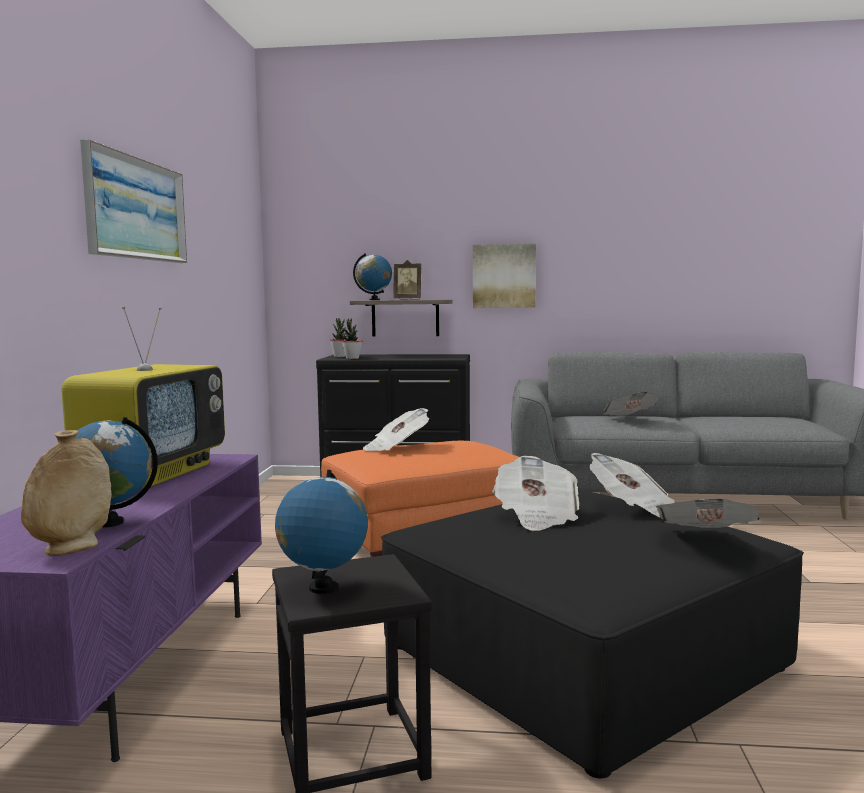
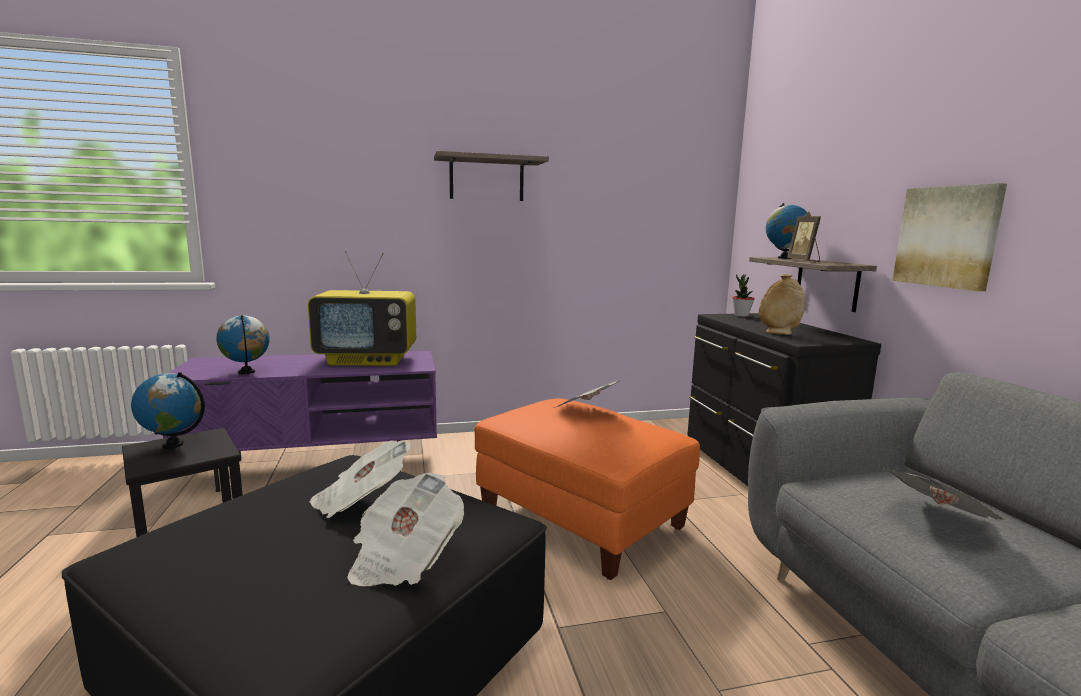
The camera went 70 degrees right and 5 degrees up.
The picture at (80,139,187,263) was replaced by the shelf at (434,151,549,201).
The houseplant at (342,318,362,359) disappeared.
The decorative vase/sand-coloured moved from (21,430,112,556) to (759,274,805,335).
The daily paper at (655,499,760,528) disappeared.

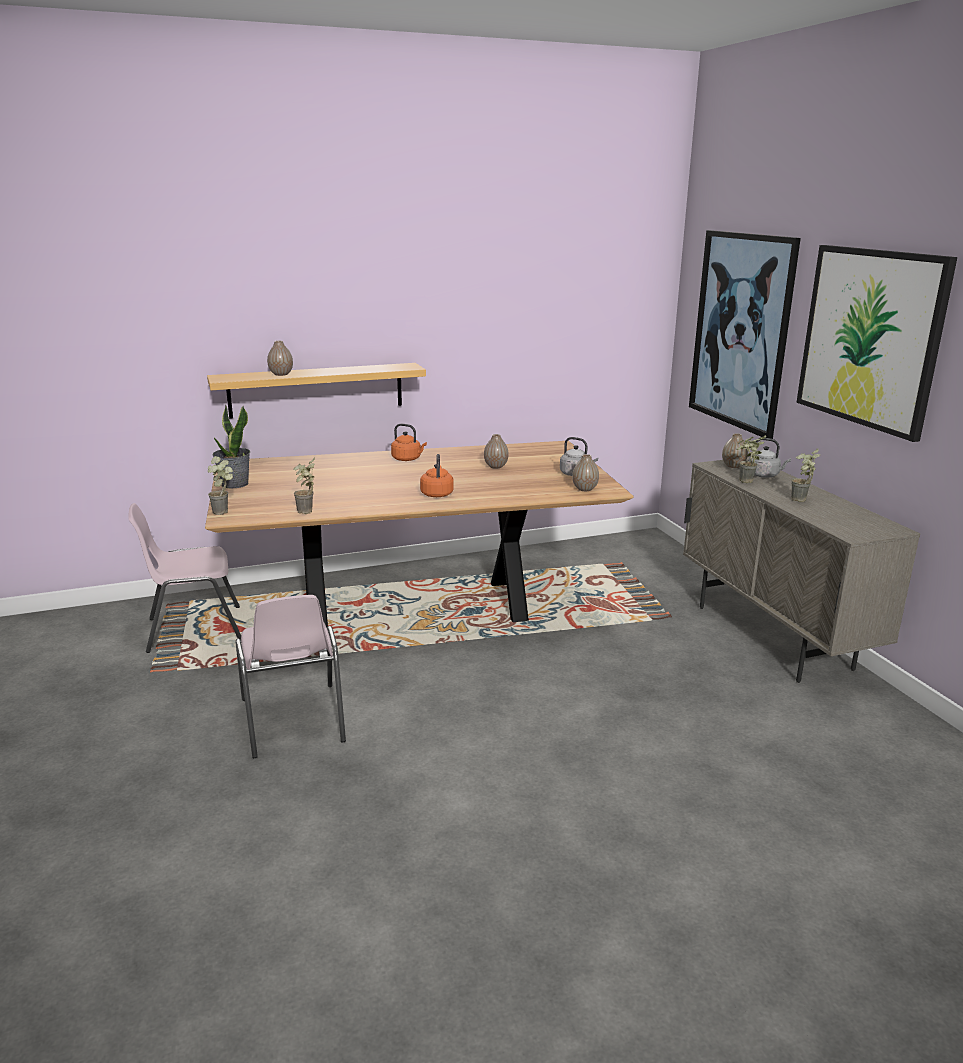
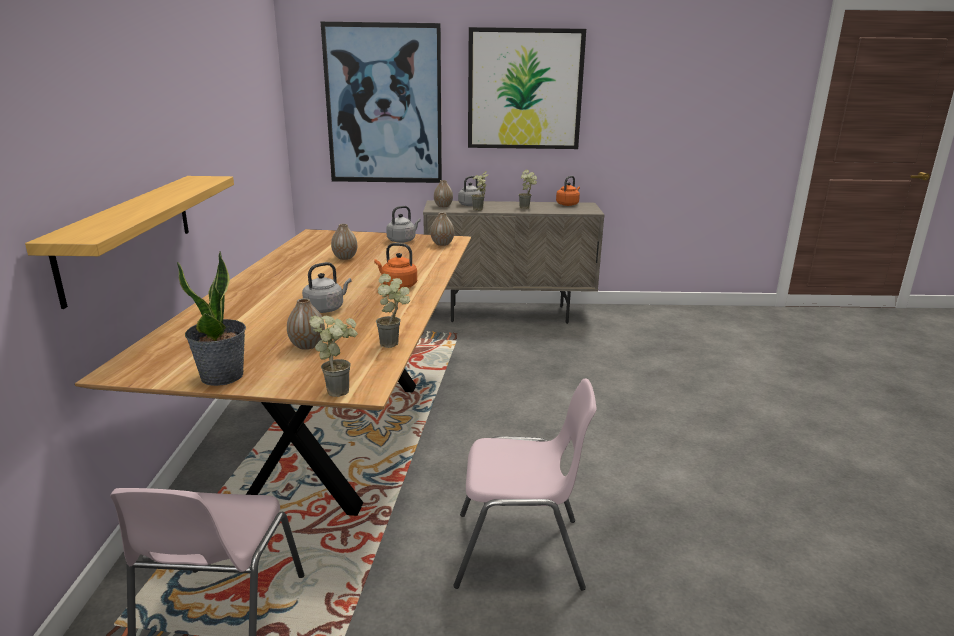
The camera went 70 degrees left and 0 degrees up.
The decorative vase moved from (267,341,293,376) to (287,298,325,350).
The tea kettle/orange-coloured moved from (391,424,427,461) to (556,176,580,206).
The tea kettle/gray at (302,262,351,313) appeared.

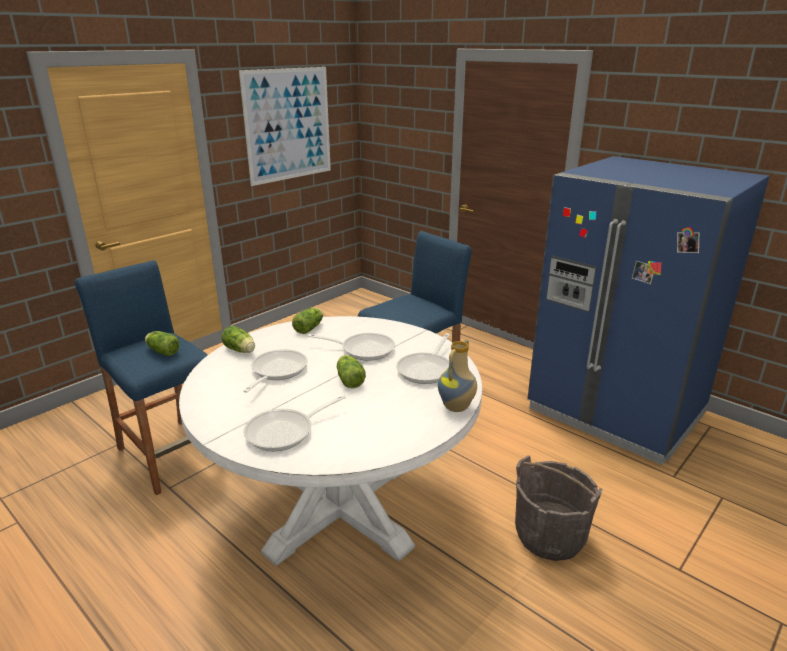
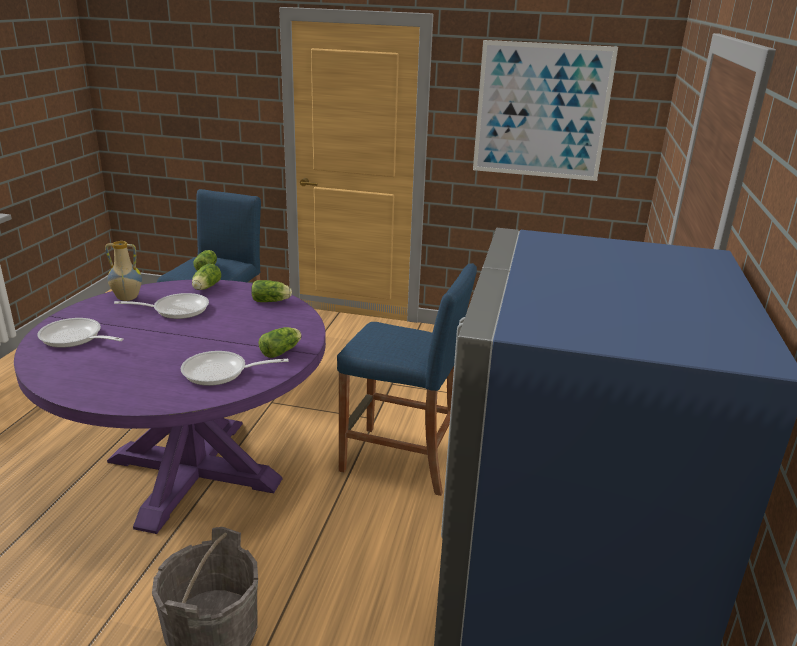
The camera went 60 degrees right and 0 degrees up.
The dining table/whitish at (179,316,482,566) became the dining table/purplish at (14,280,326,534).
The pan at (308,333,395,361) disappeared.
The decorative vase moved from (438,340,477,412) to (105,241,142,301).
The head of lettuce moved from (337,355,366,388) to (258,327,301,358).

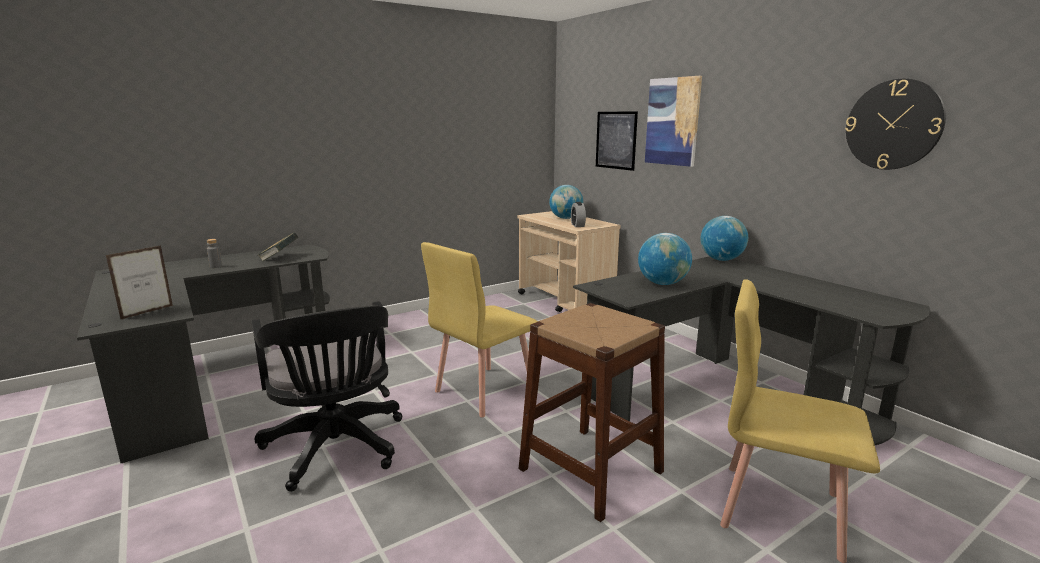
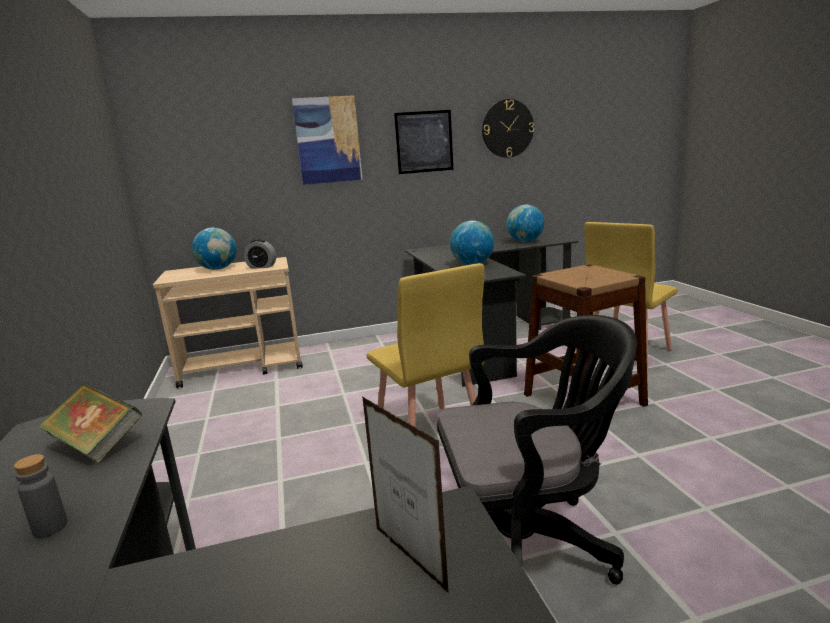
The camera went 70 degrees left and 0 degrees up.
The picture moved from (596,111,638,171) to (394,110,453,174).
The desk globe moved from (700,216,748,261) to (507,205,544,242).

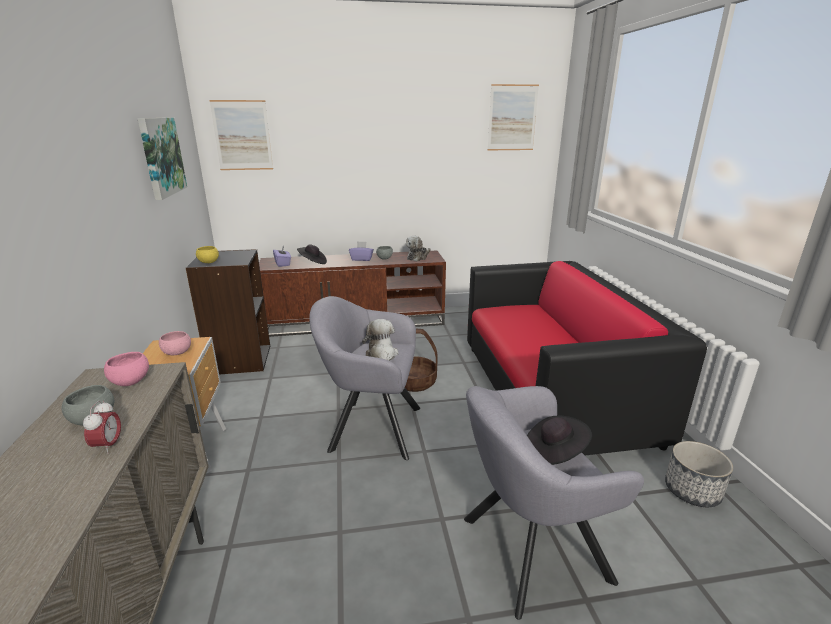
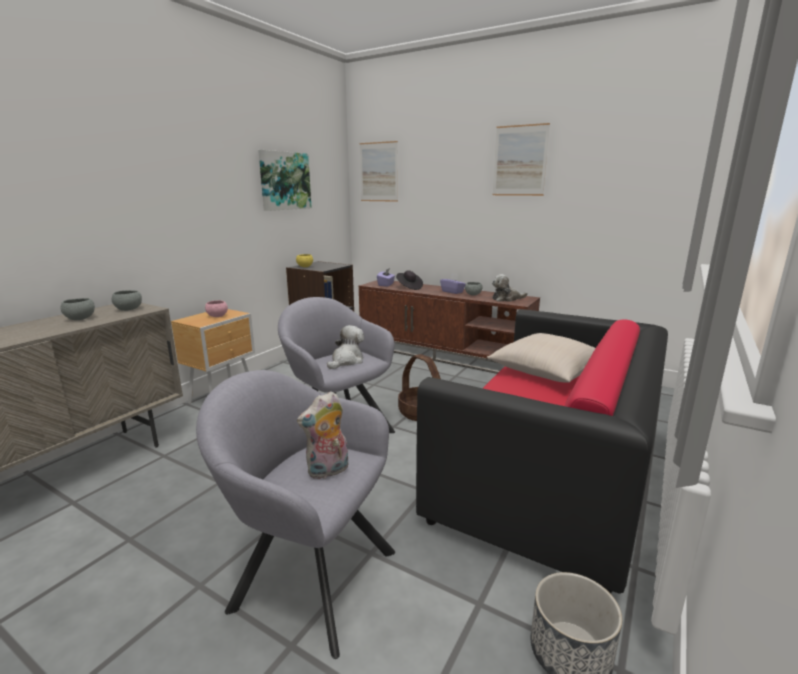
The camera went 40 degrees right and 5 degrees down.
The picture moved from (487,84,539,150) to (493,123,550,196).
The bowl/pink-coloured at (104,352,149,386) became the bowl/gray at (112,290,142,311).
The table clock at (83,401,121,454) disappeared.
The hat/black at (527,416,592,465) was replaced by the plush toy at (297,391,348,479).
The cushion/sand-coloured at (487,333,595,383) appeared.

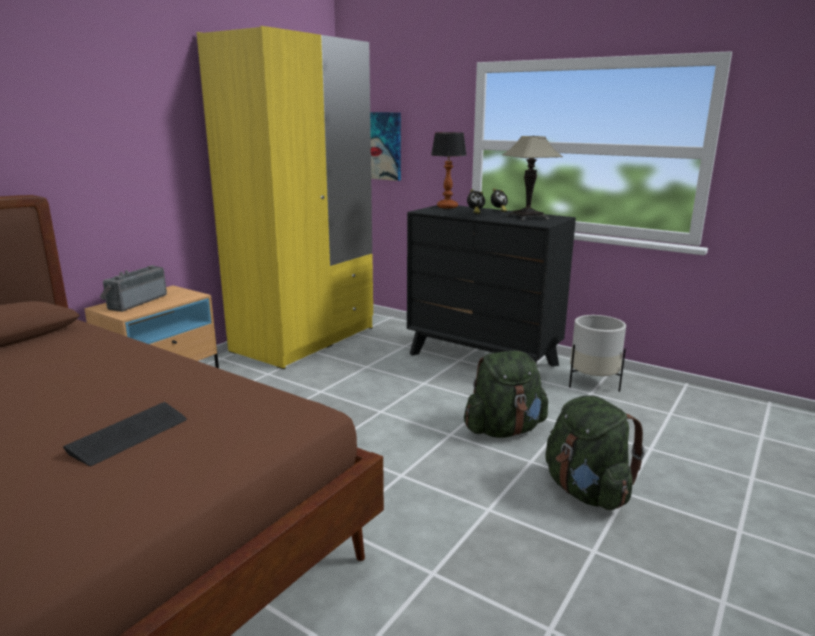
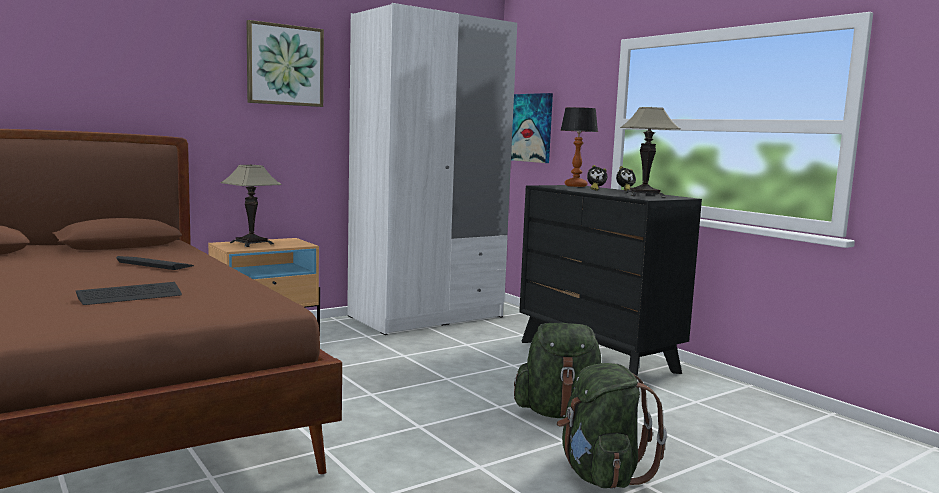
The camera went 20 degrees right and 10 degrees down.
The clothes cupboard/yellowish at (196,26,373,369) became the clothes cupboard/whitish at (347,3,517,335).
The radio at (100,265,167,312) was replaced by the table lamp at (220,165,282,247).
The flower pot/whitish at (569,315,626,392) disappeared.
The picture at (247,20,324,107) appeared.
The computer keyboard at (116,256,194,270) appeared.

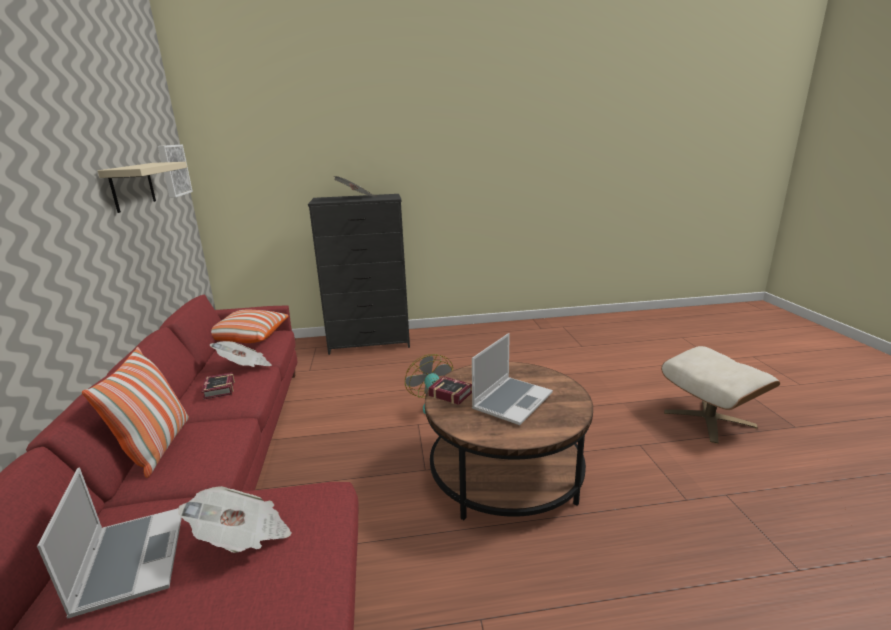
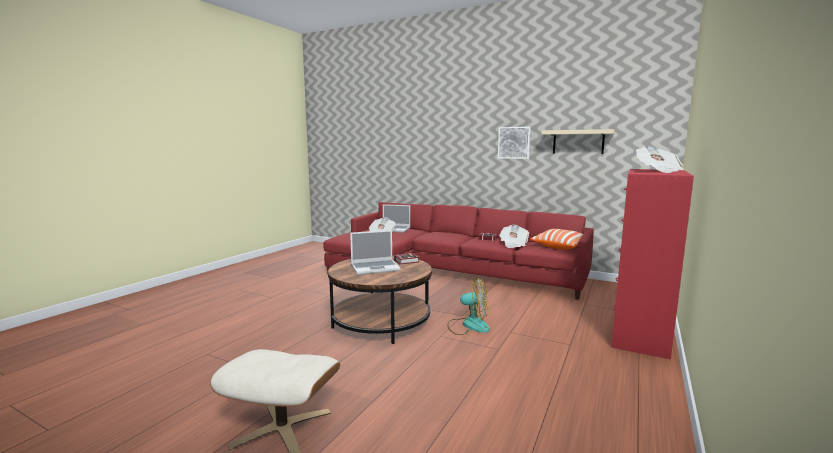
The camera went 125 degrees right and 10 degrees down.
The picture moved from (158,145,193,198) to (498,127,531,159).
The dresser/black at (308,194,410,355) became the dresser/reddish at (612,169,694,359).
The portable computer at (472,333,553,425) turned 90 degrees counterclockwise.
The cushion at (82,347,189,478) disappeared.

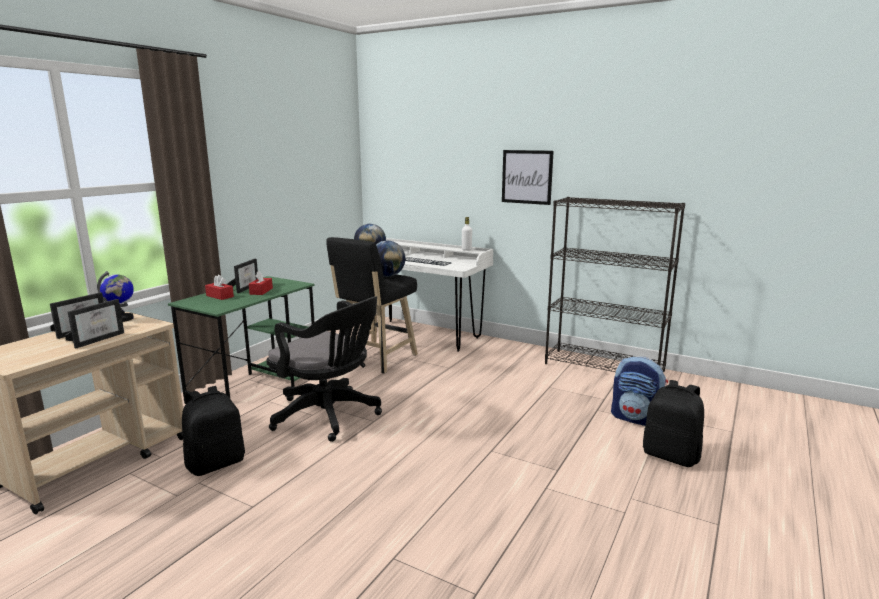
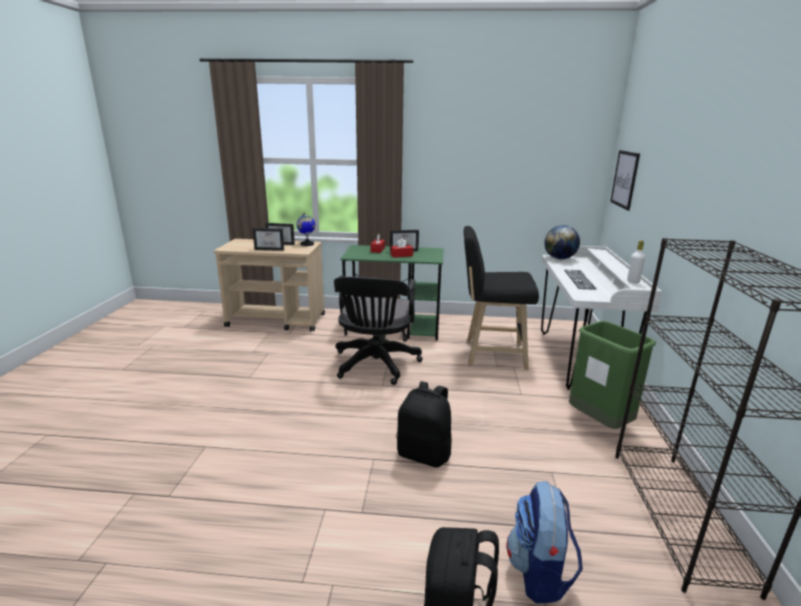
The camera went 65 degrees right and 5 degrees up.
The picture moved from (502,150,554,205) to (610,150,640,211).
The desk globe at (376,240,405,277) disappeared.
The knapsack/black moved from (182,386,245,476) to (397,381,452,467).
The trash can/greenish at (569,321,656,429) appeared.

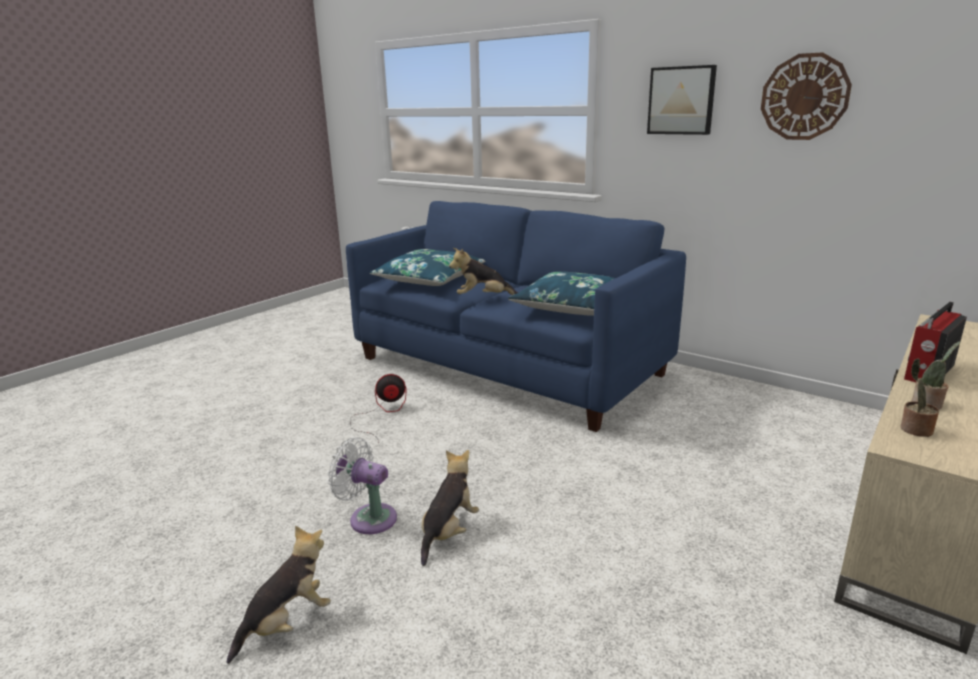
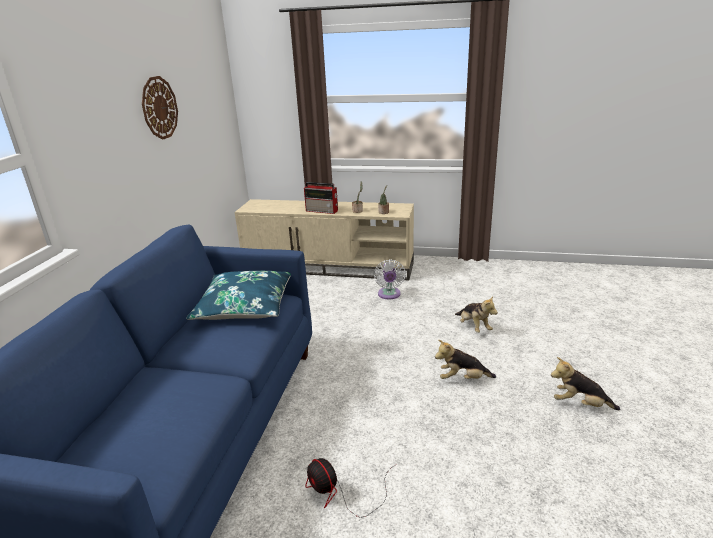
The camera went 115 degrees left and 5 degrees up.
The picture at (647,65,717,135) disappeared.
The plush toy moved from (449,248,518,295) to (455,296,498,333).
The cushion/blue-coloured at (370,249,486,286) disappeared.
The cooling fan/whitish moved from (328,437,397,534) to (374,260,406,299).

